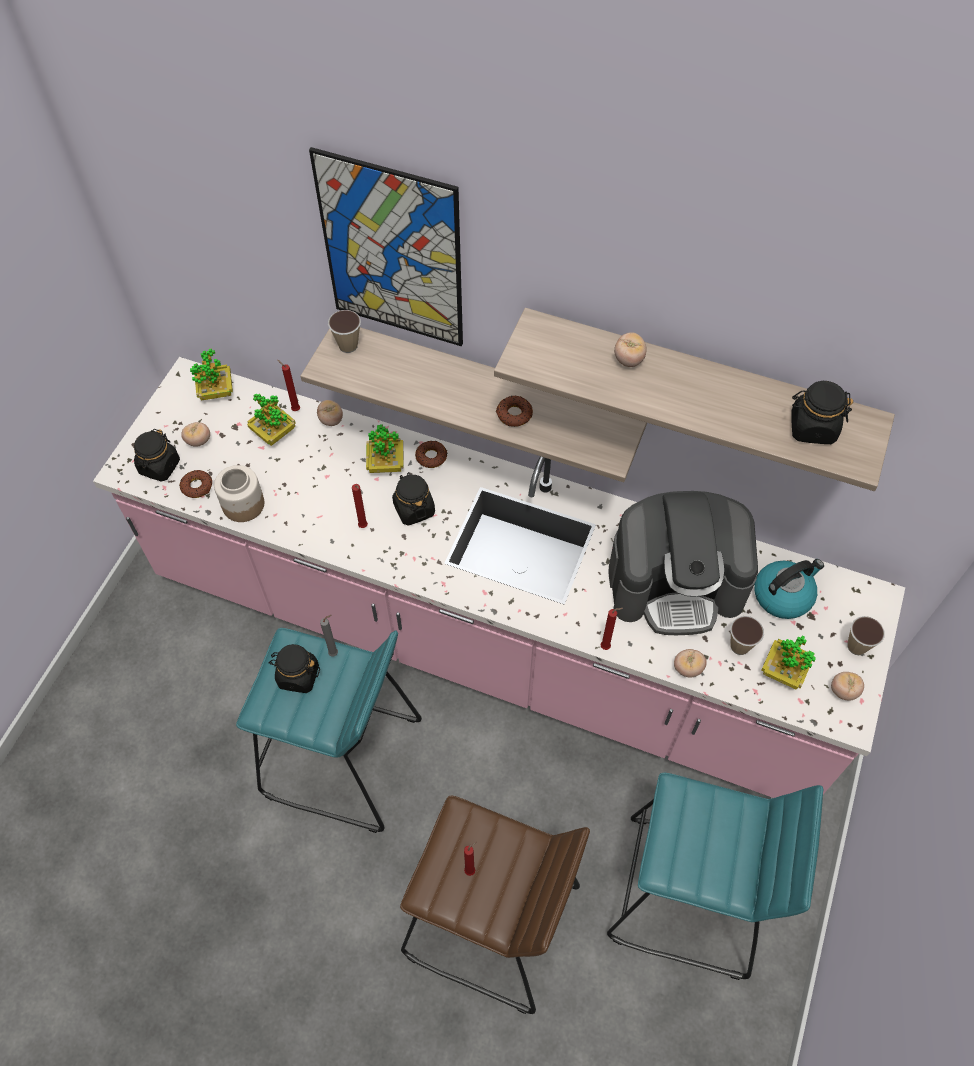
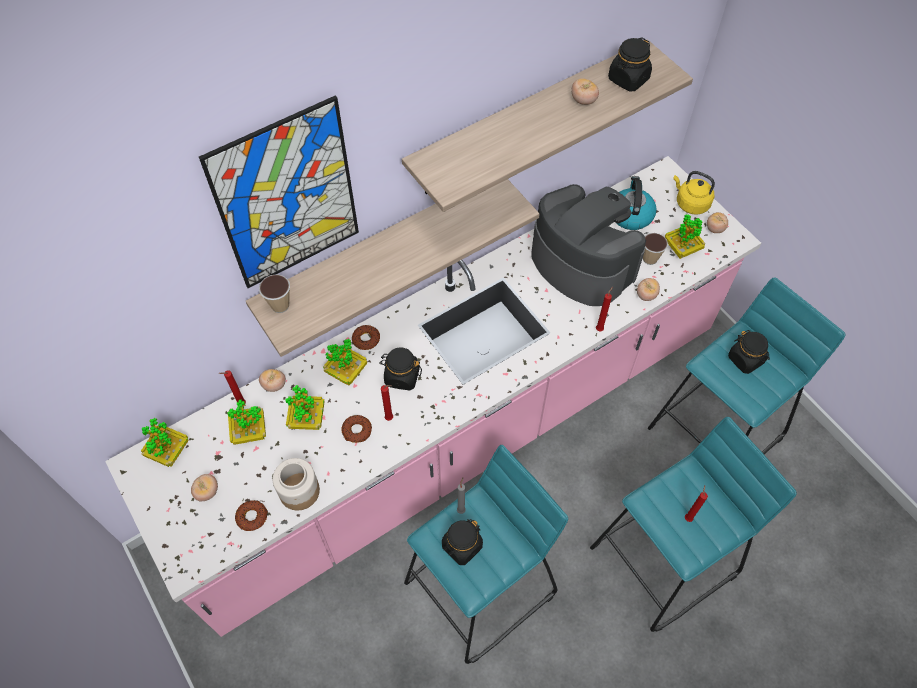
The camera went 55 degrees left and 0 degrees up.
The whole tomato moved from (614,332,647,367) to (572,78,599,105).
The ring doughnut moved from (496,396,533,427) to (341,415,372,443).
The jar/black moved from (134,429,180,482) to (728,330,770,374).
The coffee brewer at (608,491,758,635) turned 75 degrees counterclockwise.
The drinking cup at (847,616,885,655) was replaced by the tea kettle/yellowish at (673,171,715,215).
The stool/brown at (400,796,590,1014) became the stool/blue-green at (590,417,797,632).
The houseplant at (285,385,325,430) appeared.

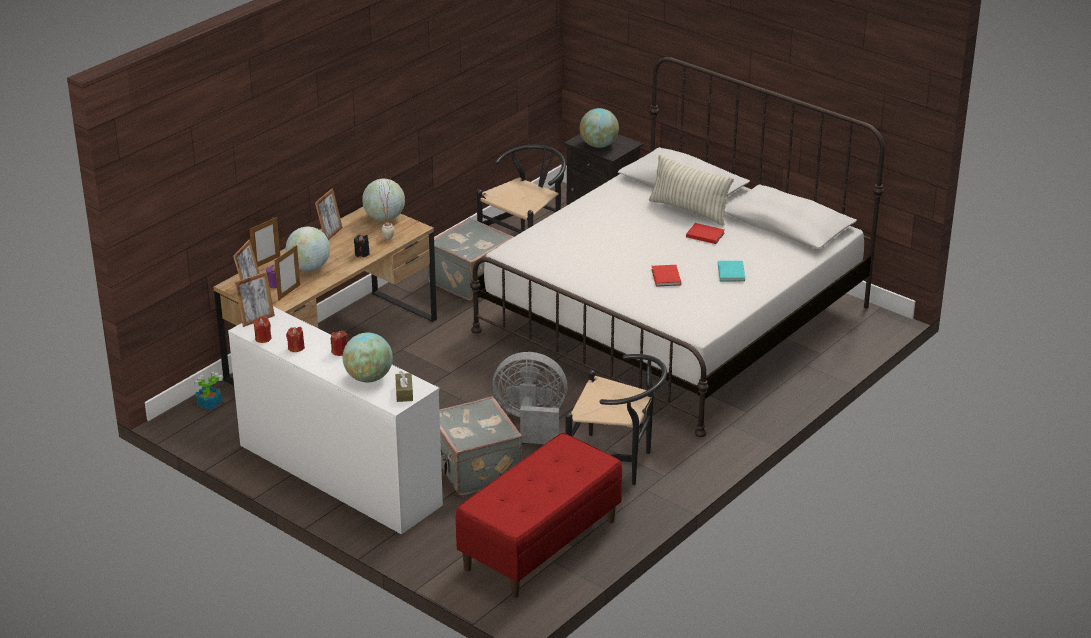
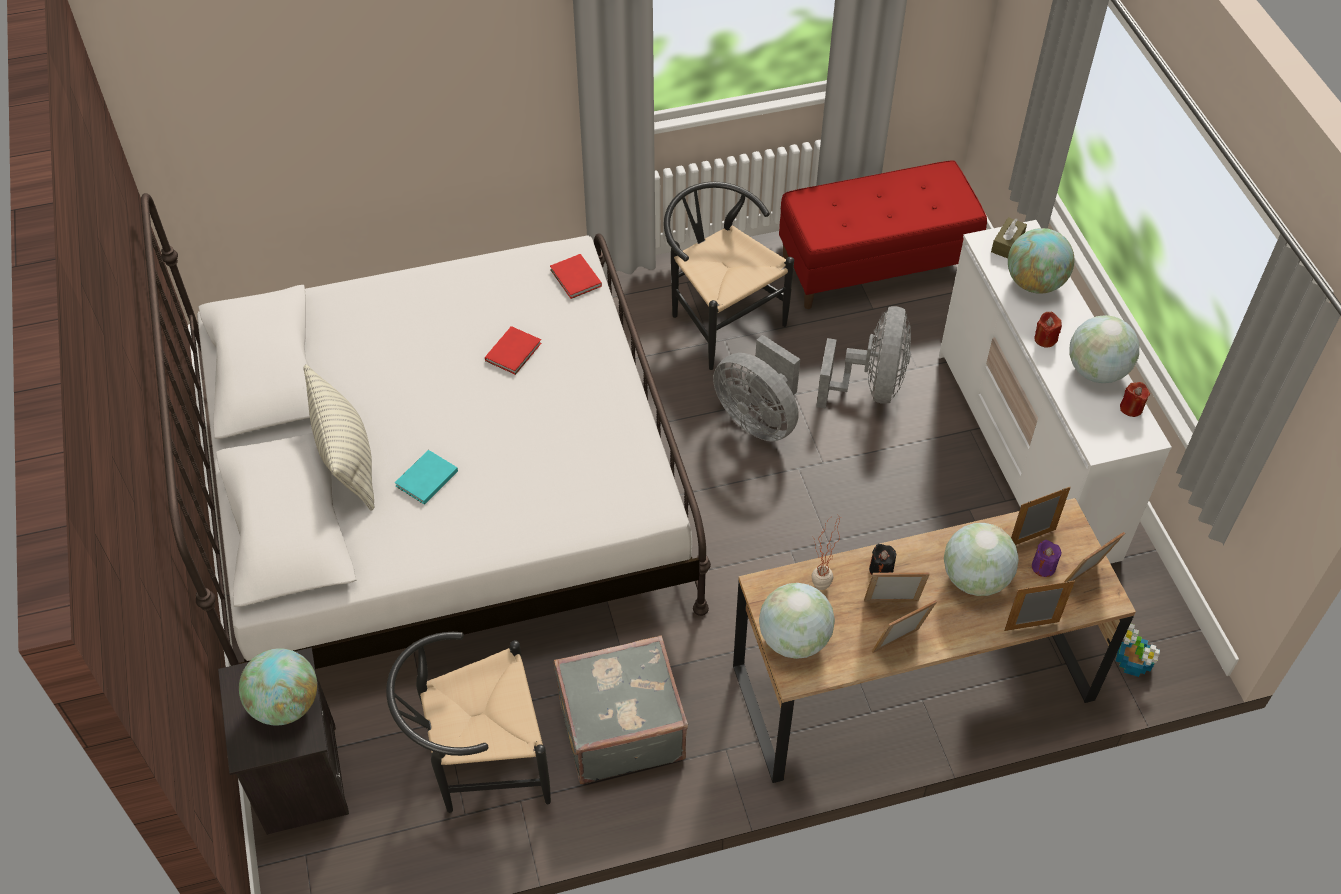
The camera went 145 degrees left and 20 degrees up.
The bound book/reddish moved from (686,223,725,244) to (550,254,602,299).
The bound book/blue-green moved from (718,261,745,282) to (395,450,458,505).
The picture frame moved from (234,272,275,327) to (864,572,930,602).
The wax candle/reddish at (286,327,305,352) was replaced by the desk globe at (1069,315,1139,383).
The piece of luggage/gray at (439,396,522,495) was replaced by the cooling fan/gray at (816,306,911,409).

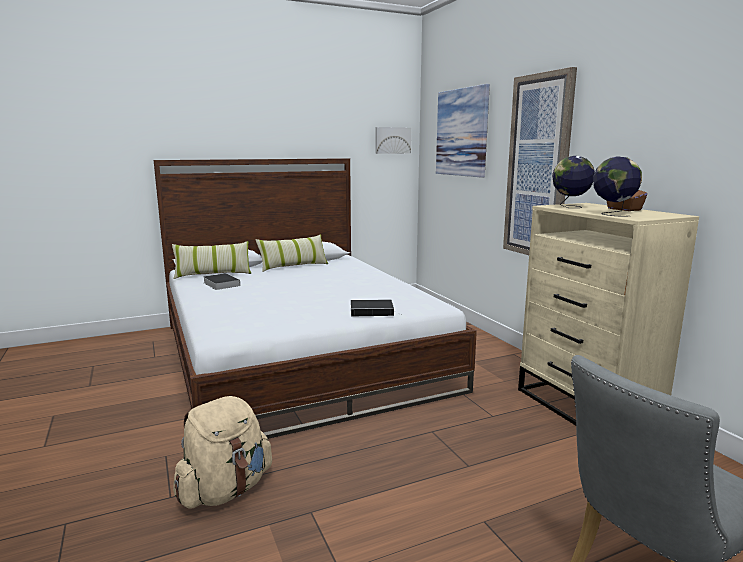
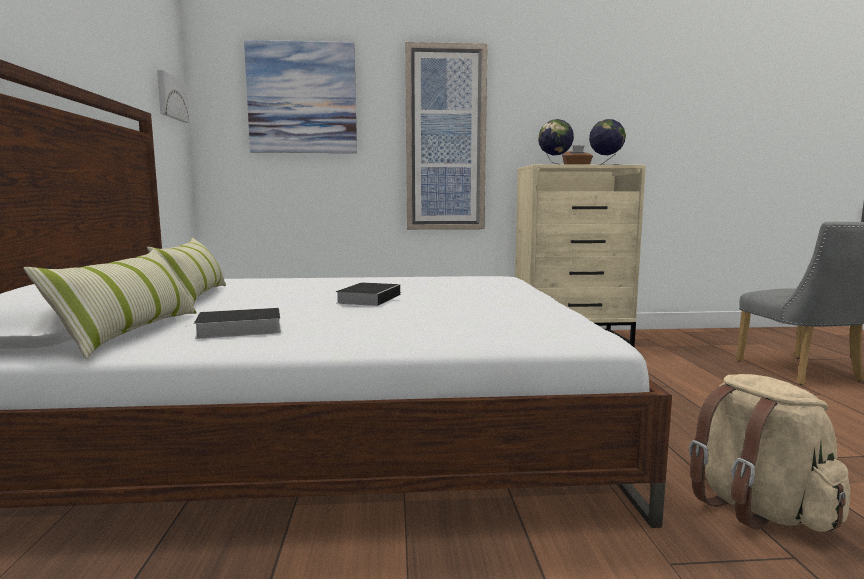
The camera went 70 degrees left and 5 degrees down.
The bound book moved from (351,299,401,317) to (336,282,400,306).

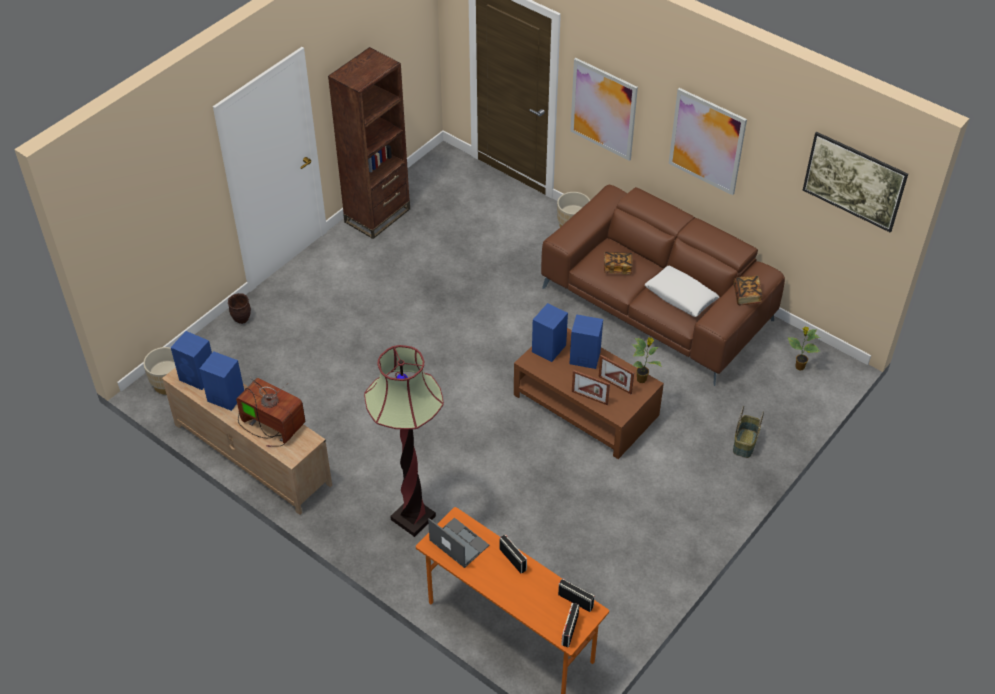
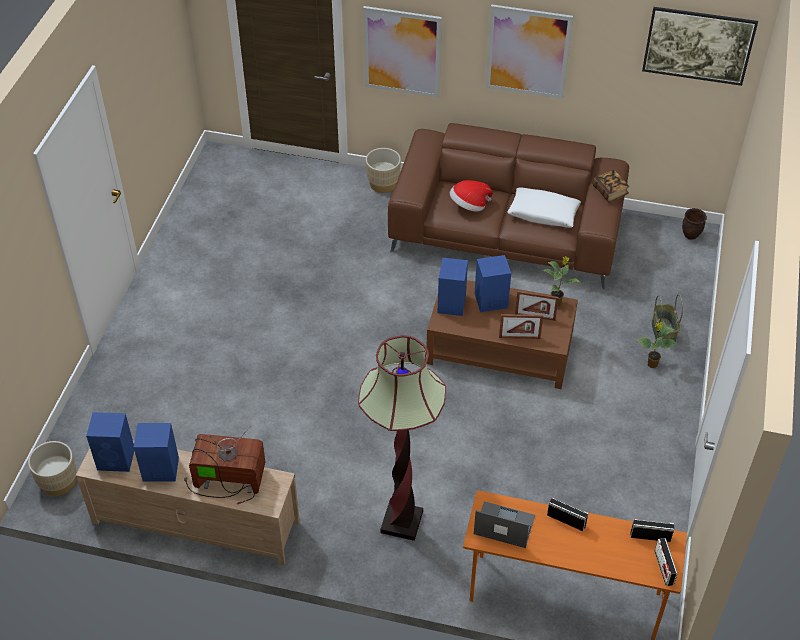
The camera went 25 degrees left and 0 degrees up.
The shelving unit/brown at (328,47,410,239) disappeared.
The bound book at (604,252,633,275) was replaced by the hat at (450,180,493,212).
The flower pot/brown moved from (228,293,251,324) to (682,208,707,240).
The houseplant moved from (787,327,821,370) to (637,321,677,368).

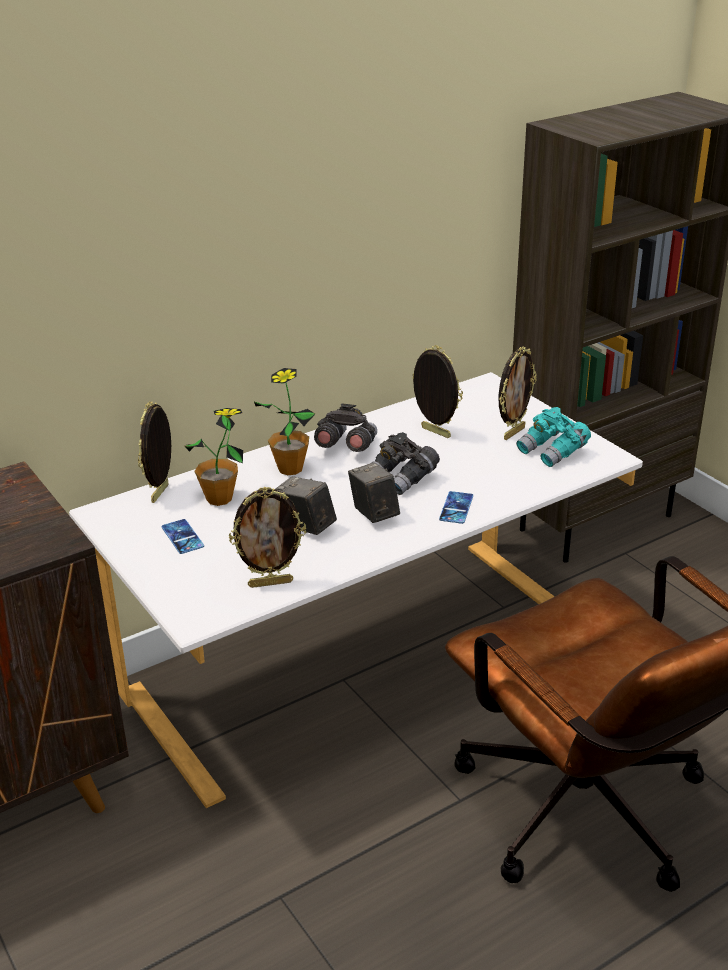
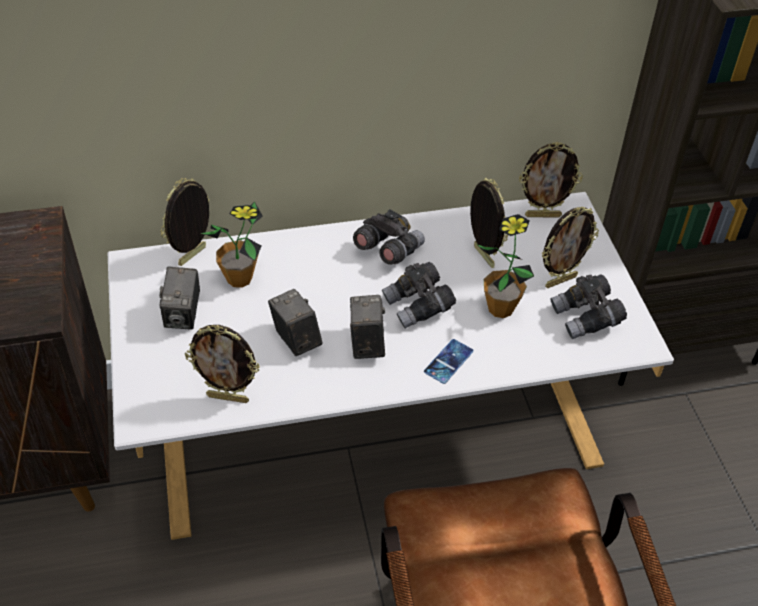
The camera went 20 degrees right and 15 degrees up.
The houseplant moved from (254,368,315,475) to (476,214,534,318).
The pair of binoculars/blue-green at (516,407,591,467) became the pair of binoculars/gray at (550,274,627,339).
The telephone at (162,519,204,554) was replaced by the photo camera at (159,267,200,330).
The picture frame at (519,142,583,217) appeared.

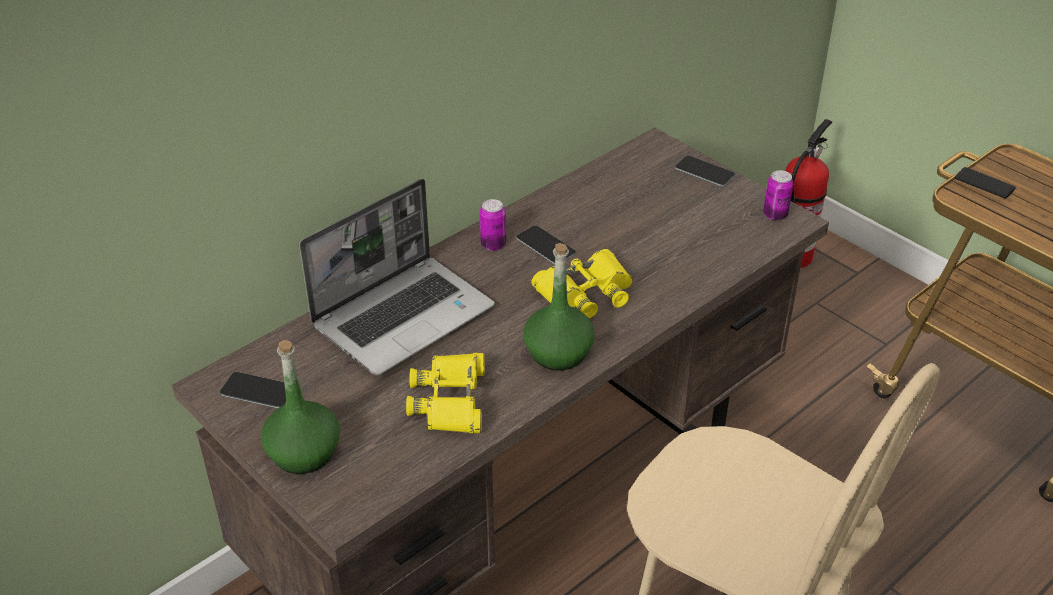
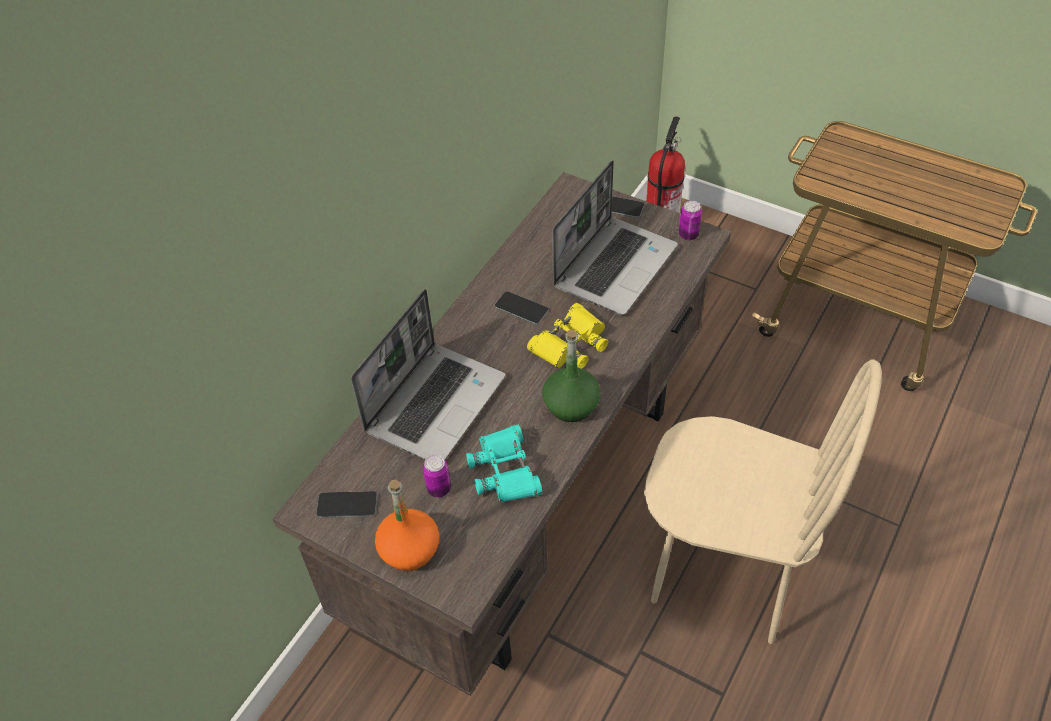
The camera went 15 degrees left and 10 degrees up.
The telephone at (955,167,1016,199) disappeared.
The sealed can moved from (480,199,506,251) to (423,454,451,497).
The beverage bottle/greenish at (261,340,340,474) became the beverage bottle/orange-coloured at (375,480,439,571).
The pair of binoculars/yellowish at (406,353,485,433) became the pair of binoculars/blue-green at (466,424,543,503).
The portable computer at (552,160,678,315) appeared.

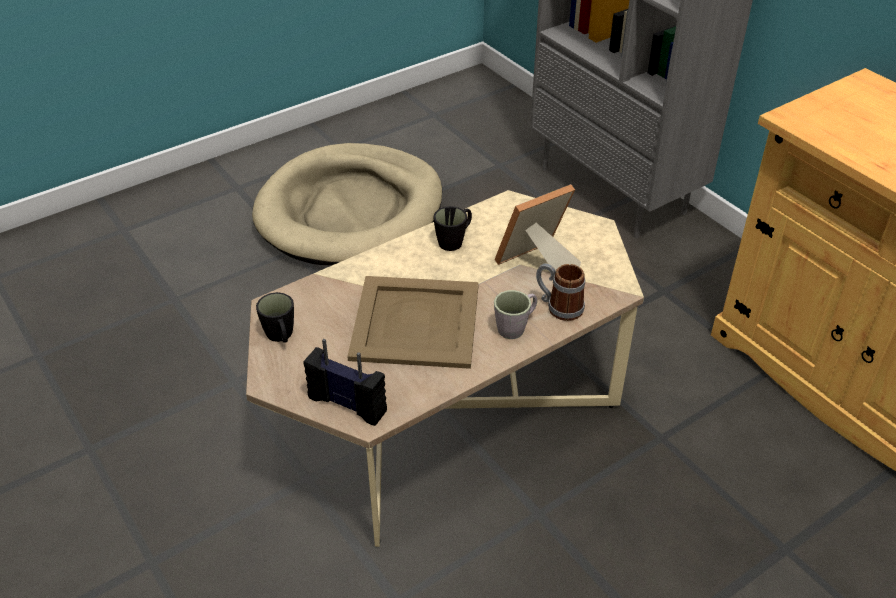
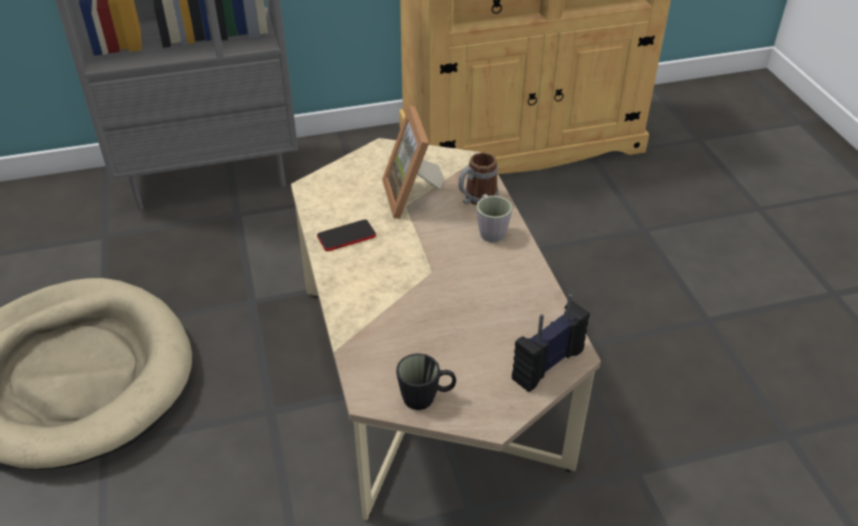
The camera went 70 degrees left and 0 degrees up.
The coffee mug/black at (433,206,472,251) was replaced by the telephone at (317,220,376,251).
The carrying tray/sand-coloured at (347,276,479,369) disappeared.

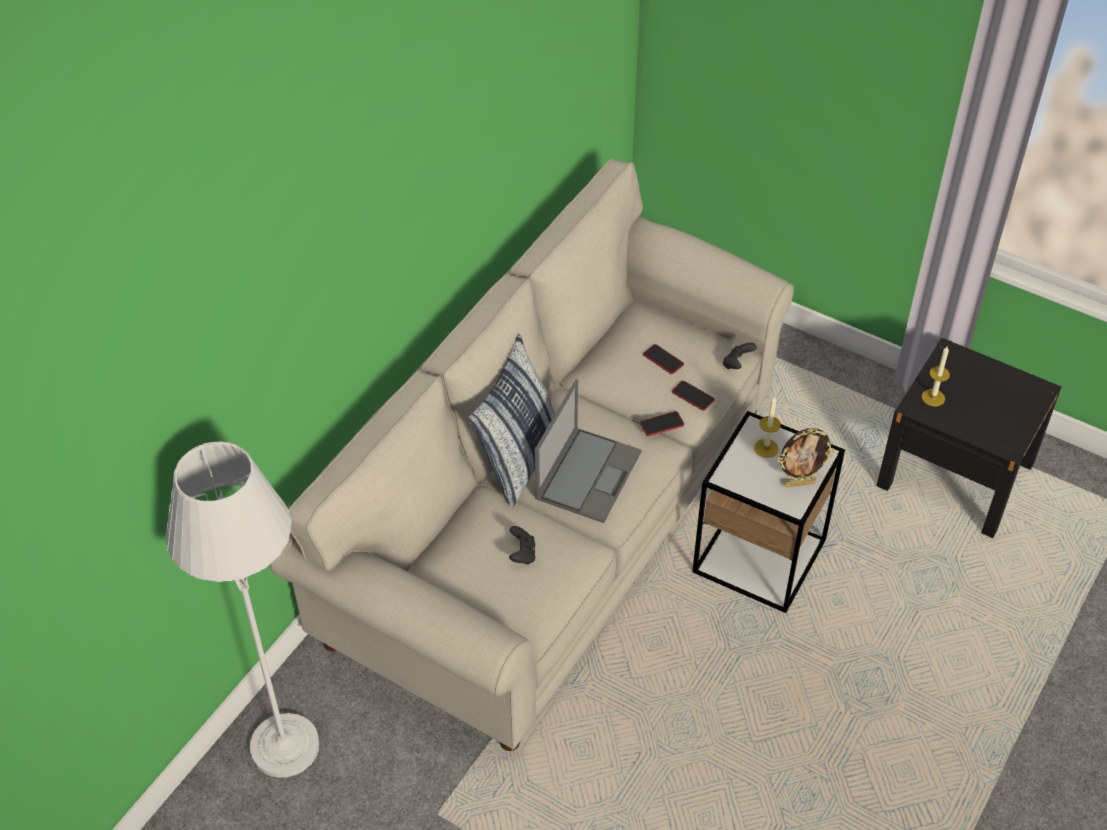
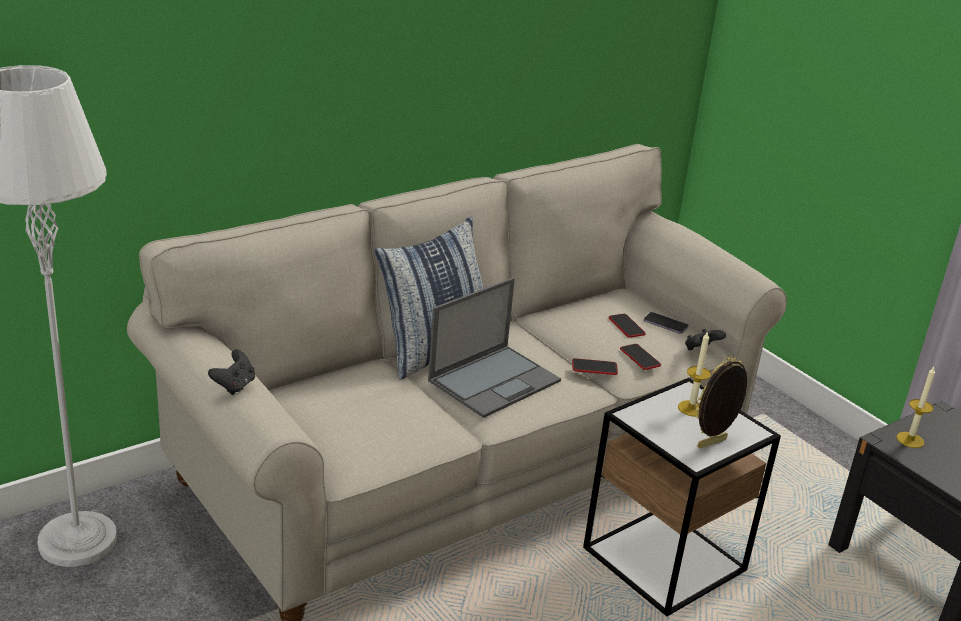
The camera went 20 degrees right and 20 degrees down.
The picture frame at (778,428,834,487) turned 135 degrees clockwise.
The joypad/black moved from (509,526,536,565) to (208,350,255,395).
The telephone at (644,312,689,334) appeared.

